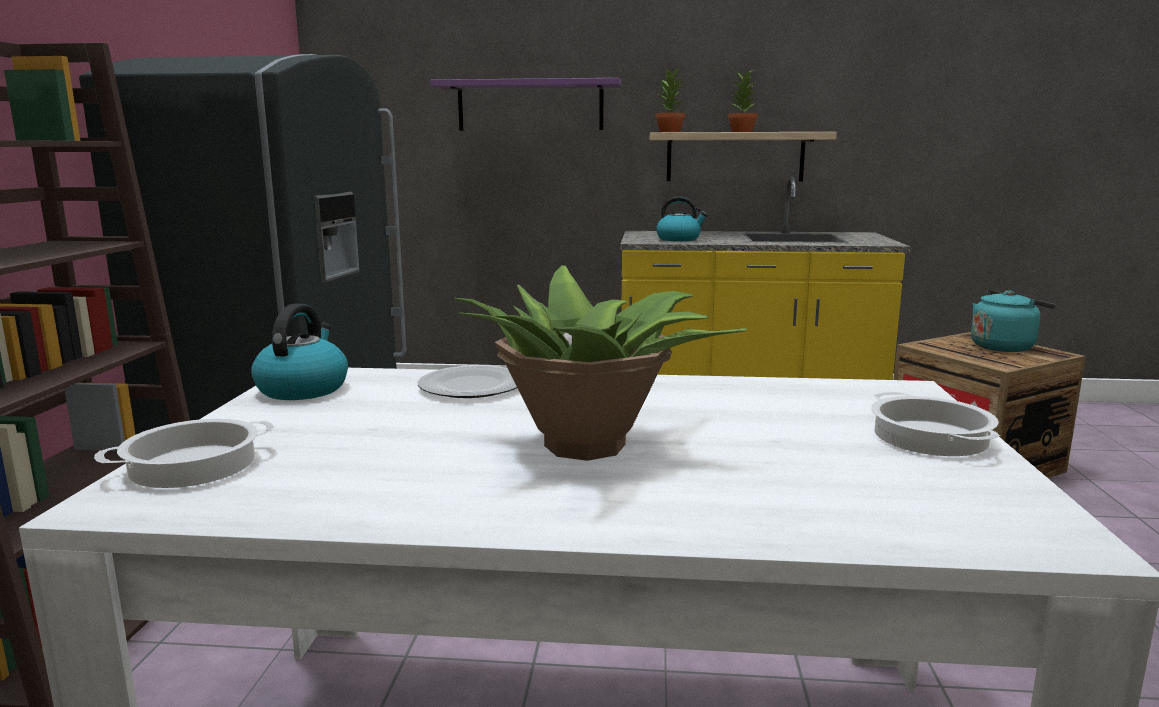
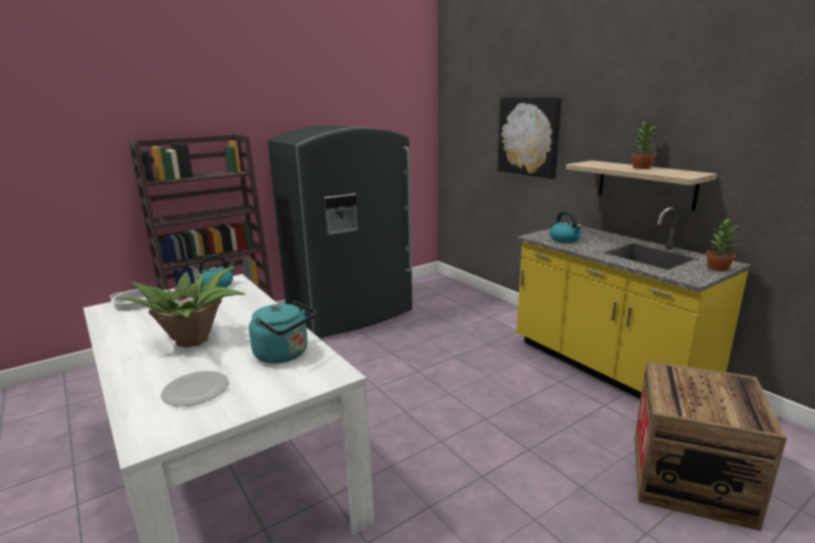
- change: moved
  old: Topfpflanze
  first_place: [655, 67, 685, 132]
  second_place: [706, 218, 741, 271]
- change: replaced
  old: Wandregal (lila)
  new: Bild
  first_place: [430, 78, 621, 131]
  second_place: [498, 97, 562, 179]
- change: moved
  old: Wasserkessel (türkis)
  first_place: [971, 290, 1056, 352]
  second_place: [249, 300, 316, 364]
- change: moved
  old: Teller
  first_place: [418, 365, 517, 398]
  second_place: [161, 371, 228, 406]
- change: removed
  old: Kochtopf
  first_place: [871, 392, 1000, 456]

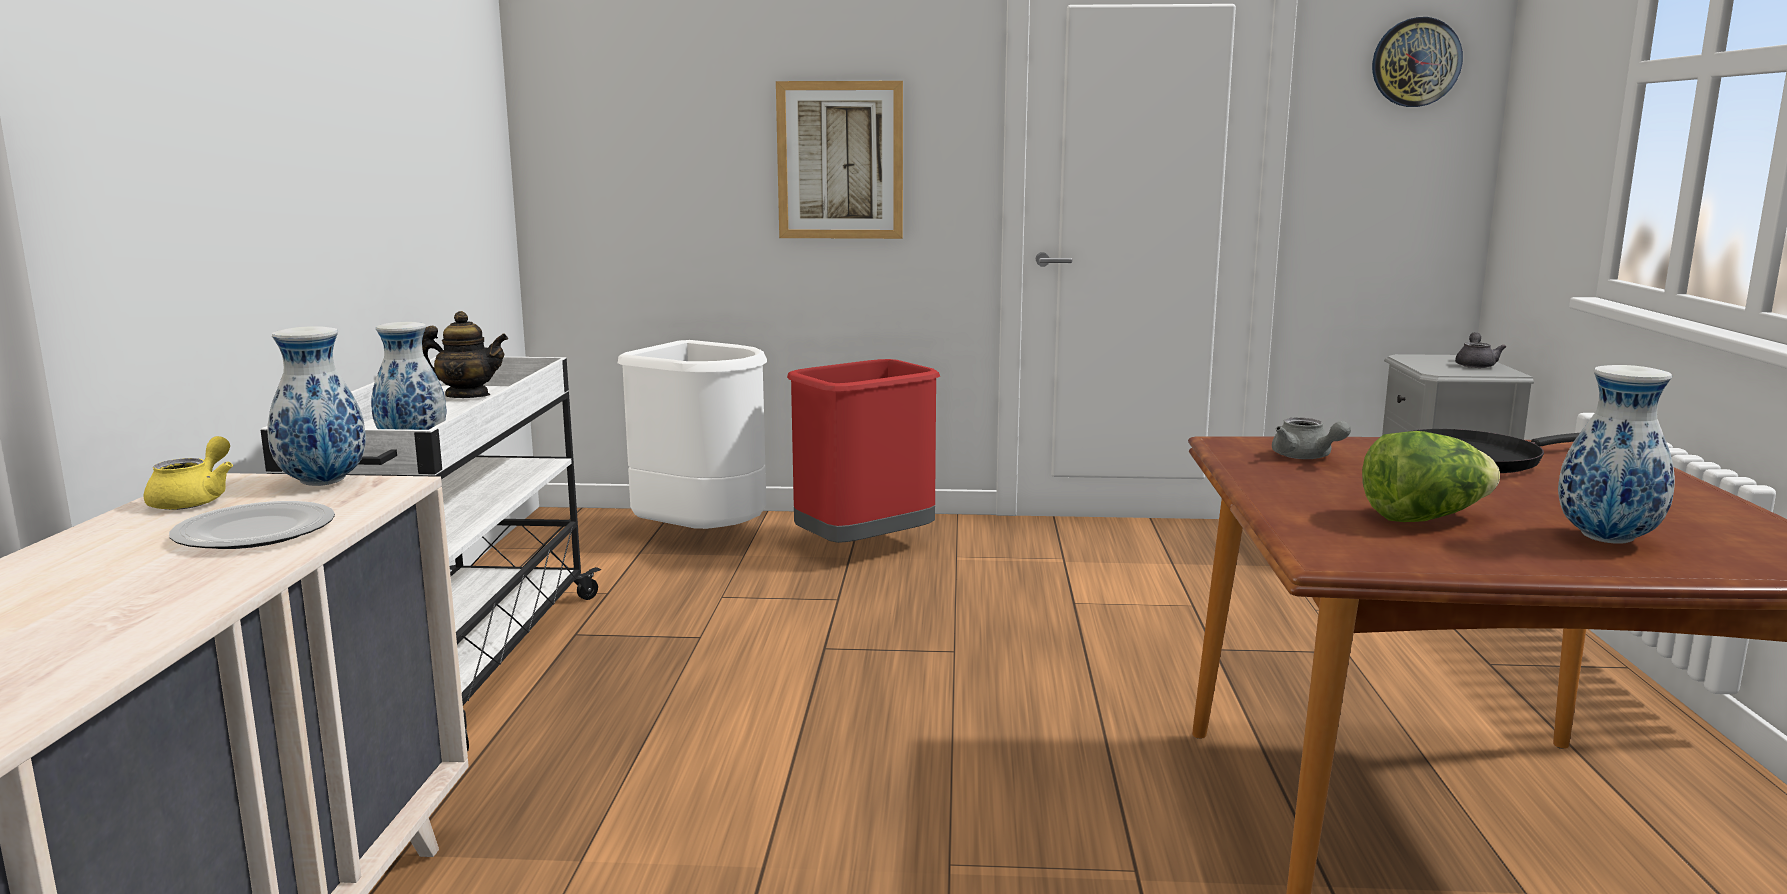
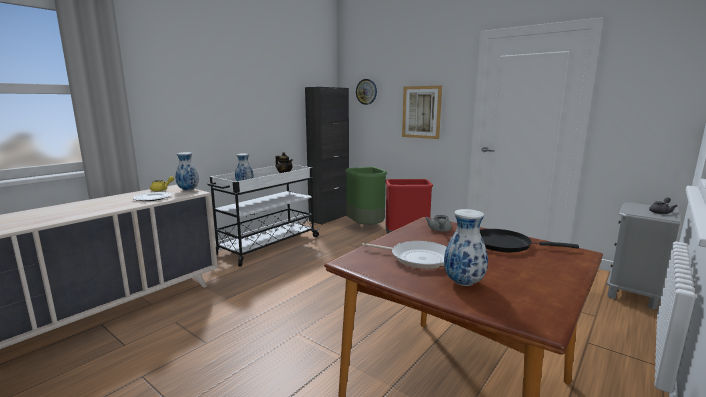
- change: moved
  old: Wanduhr
  first_place: [1372, 17, 1463, 107]
  second_place: [356, 79, 377, 105]
- change: recoloured
  old: Mülleimer (weiß)
  new: Mülleimer (grün)
  first_place: [618, 340, 767, 529]
  second_place: [345, 166, 387, 225]
- change: replaced
  old: Salatkopf
  new: Pfanne
  first_place: [1362, 431, 1500, 522]
  second_place: [362, 241, 447, 269]
- change: added
  new: Schrank (schwarz)
  second_place: [305, 87, 349, 225]

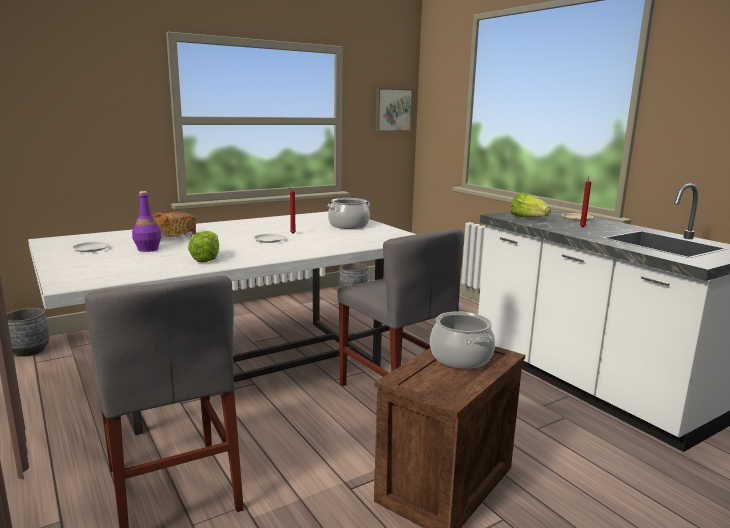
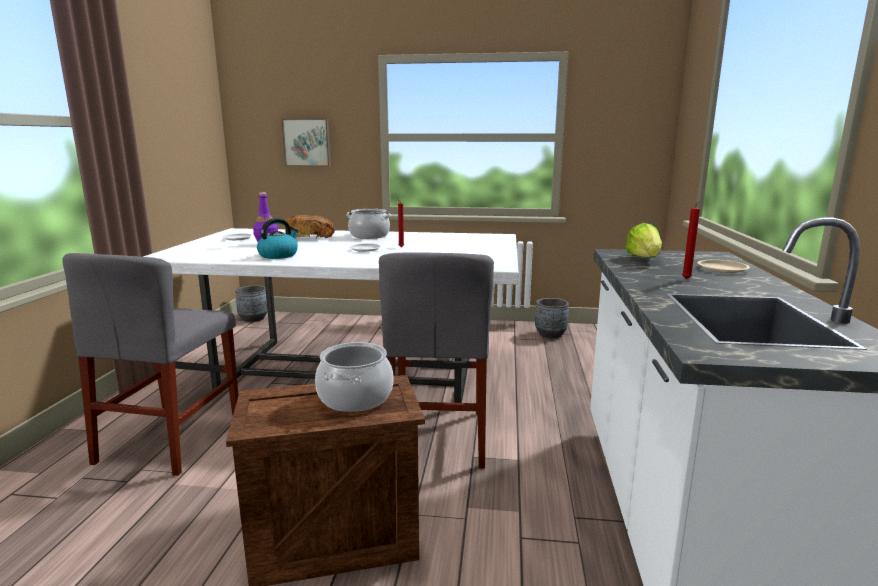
- change: moved
  old: Bild
  first_place: [375, 88, 413, 131]
  second_place: [282, 119, 331, 166]
- change: moved
  old: Kochtopf
  first_place: [327, 198, 370, 229]
  second_place: [346, 209, 392, 239]
- change: replaced
  old: Salatkopf
  new: Wasserkessel
  first_place: [188, 231, 219, 263]
  second_place: [257, 218, 299, 259]

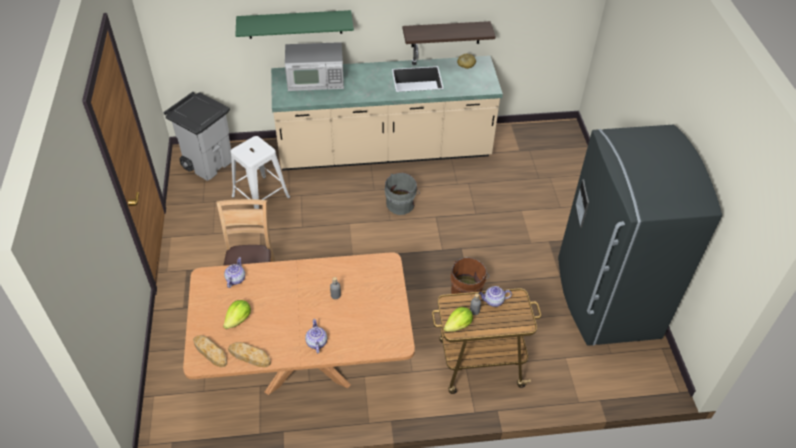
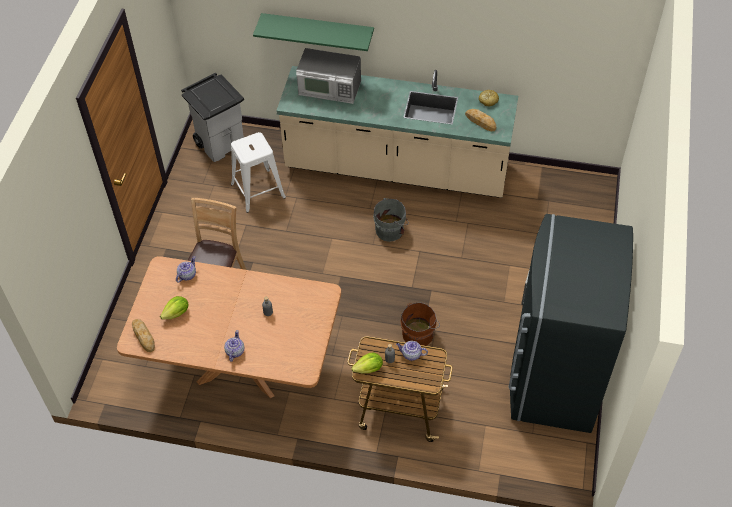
- change: removed
  old: Wandregal
  first_place: [403, 21, 496, 47]
- change: moved
  old: Brot
  first_place: [228, 342, 271, 367]
  second_place: [465, 109, 496, 131]

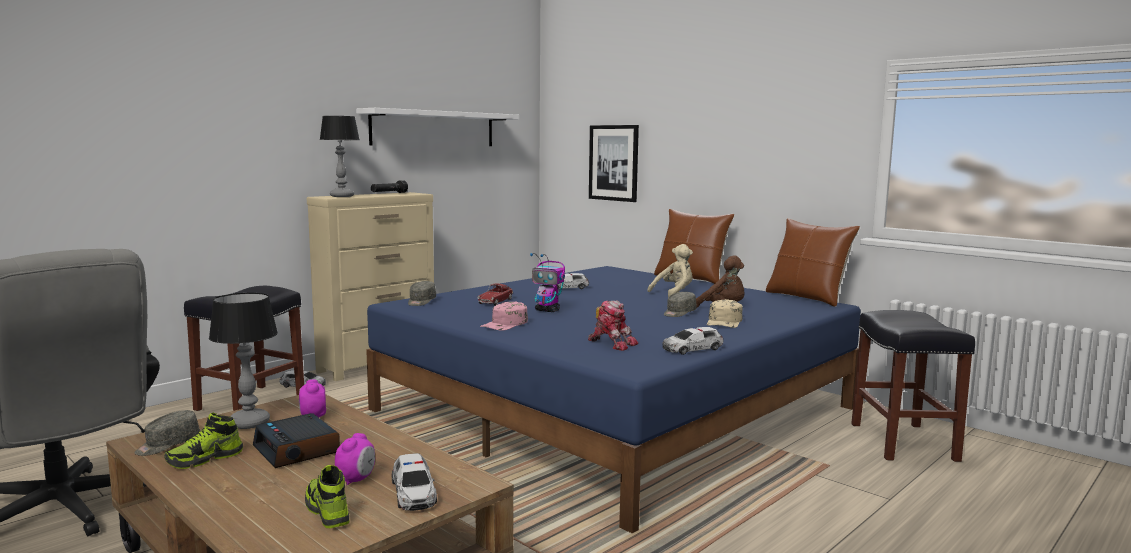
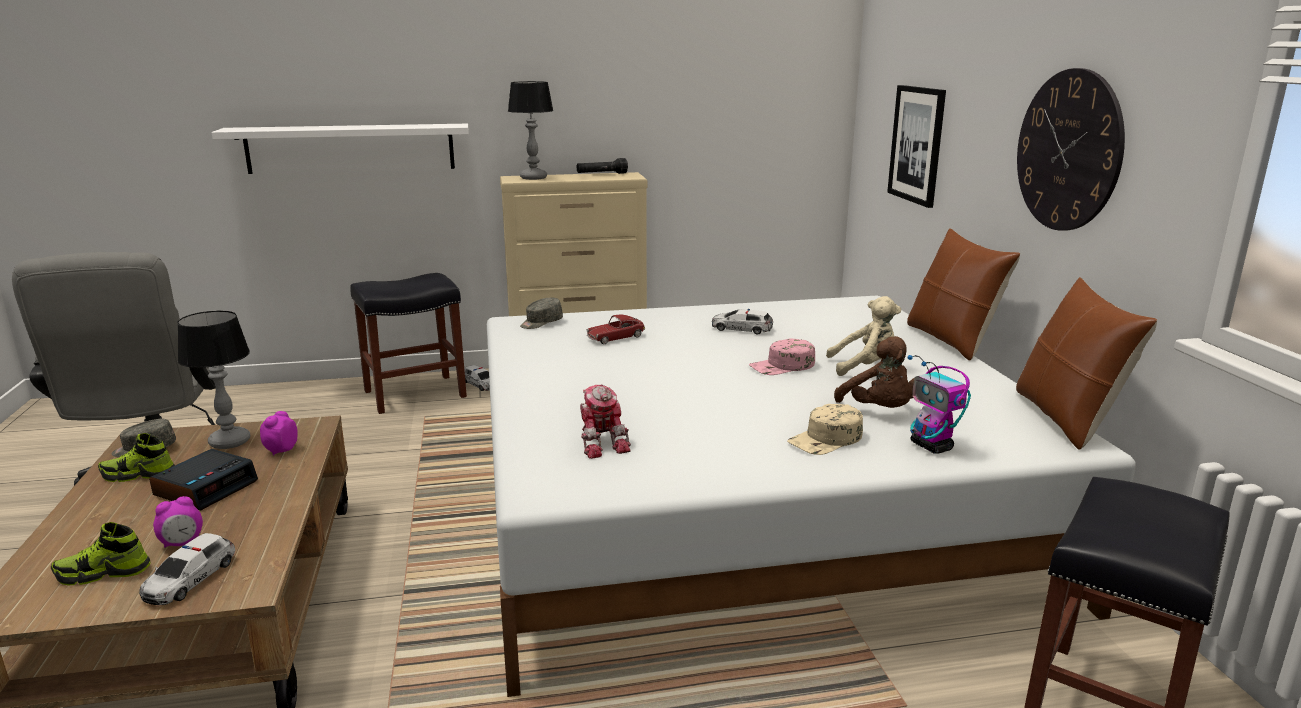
- change: moved
  old: Wandregal (weiß)
  first_place: [356, 108, 519, 146]
  second_place: [211, 124, 469, 174]
- change: moved
  old: Spielzeugroboter
  first_place: [530, 253, 565, 312]
  second_place: [908, 355, 971, 454]
- change: recoloured
  old: Bett (blau)
  new: Bett (weiß)
  first_place: [366, 266, 861, 534]
  second_place: [487, 296, 1136, 697]
- change: removed
  old: Kappe (grau)
  first_place: [664, 292, 697, 317]
- change: moved
  old: Kappe (rosa)
  first_place: [480, 302, 528, 331]
  second_place: [749, 339, 815, 375]
- change: removed
  old: Spielzeugauto
  first_place: [662, 327, 723, 355]
- change: turned
  old: Wecker
  first_place: [253, 413, 340, 468]
  second_place: [149, 449, 258, 511]
  degrees: -150
- change: turned
  old: Schuh
  first_place: [305, 465, 349, 528]
  second_place: [51, 522, 150, 585]
  degrees: -105
- change: added
  new: Wanduhr
  second_place: [1017, 68, 1125, 231]

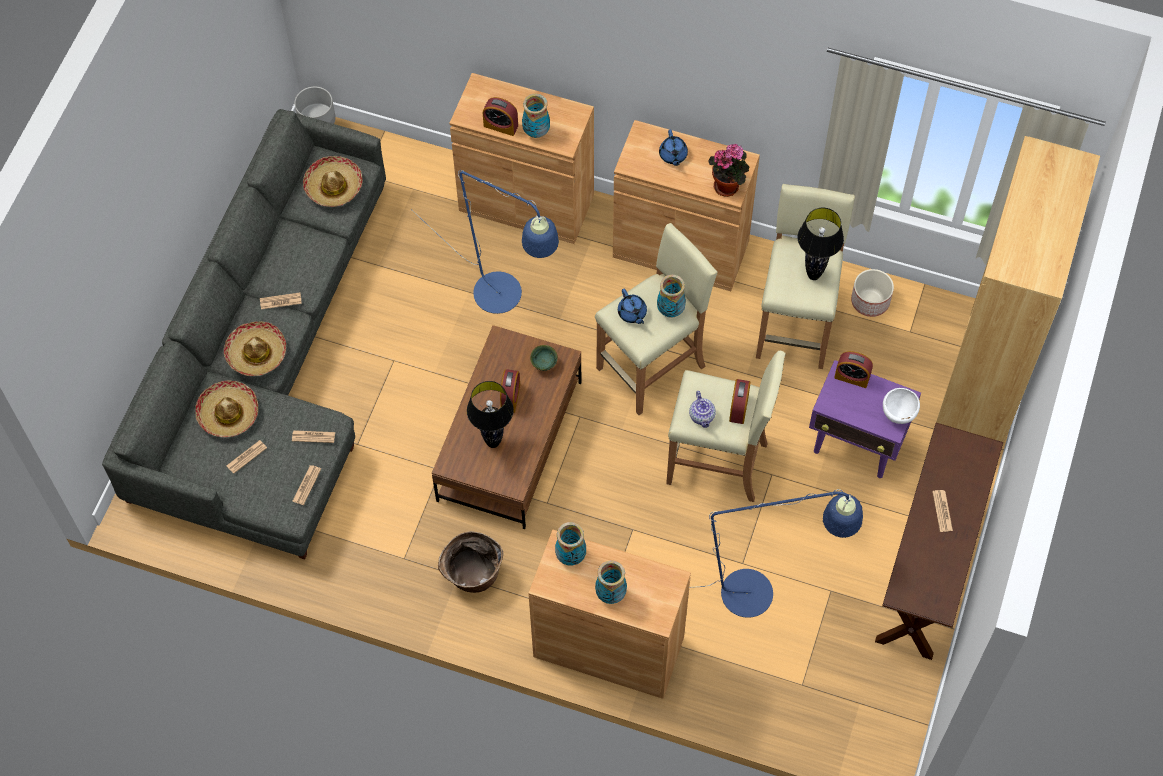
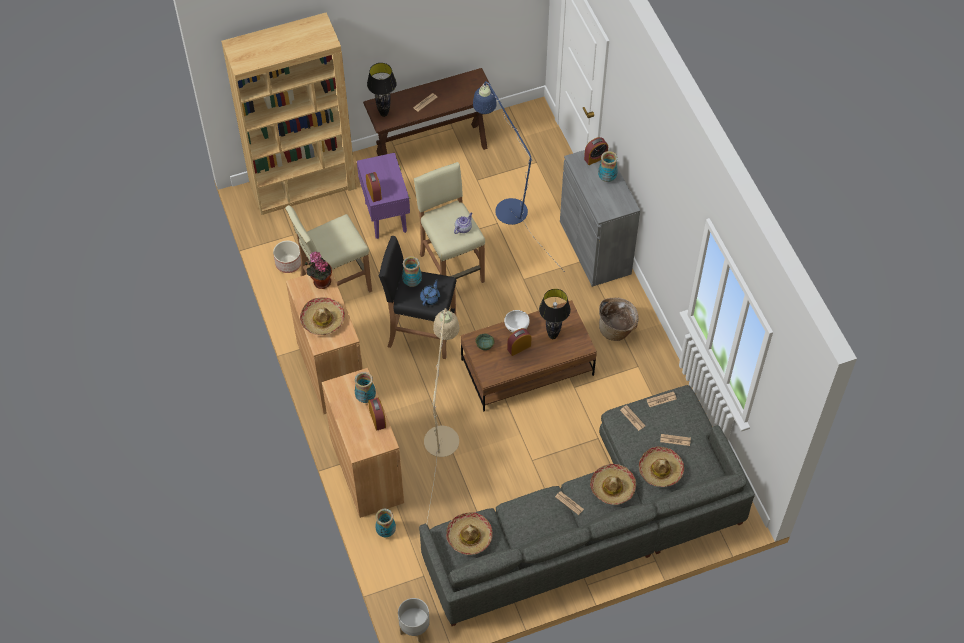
- change: replaced
  old: Teekanne (blau)
  new: Hut
  first_place: [659, 129, 688, 166]
  second_place: [300, 297, 345, 335]
- change: recoloured
  old: Stehlampe (blau)
  new: Stehlampe (beige)
  first_place: [411, 170, 559, 314]
  second_place: [424, 308, 459, 521]
- change: moved
  old: Tischlampe (schwarz)
  first_place: [798, 208, 844, 280]
  second_place: [367, 63, 397, 117]
- change: recoloured
  old: Hocker (beige)
  new: Hocker (schwarz)
  first_place: [595, 223, 718, 415]
  second_place: [379, 236, 456, 359]
- change: moved
  old: Wecker
  first_place: [729, 379, 751, 424]
  second_place: [584, 137, 608, 165]
- change: moved
  old: Schüssel (weiß)
  first_place: [883, 388, 920, 424]
  second_place: [504, 310, 530, 333]
- change: moved
  old: Vase
  first_place: [555, 522, 586, 565]
  second_place: [375, 509, 396, 537]
- change: recoloured
  old: Schrank (braun)
  new: Schrank (grau)
  first_place: [528, 530, 691, 699]
  second_place: [560, 150, 640, 287]

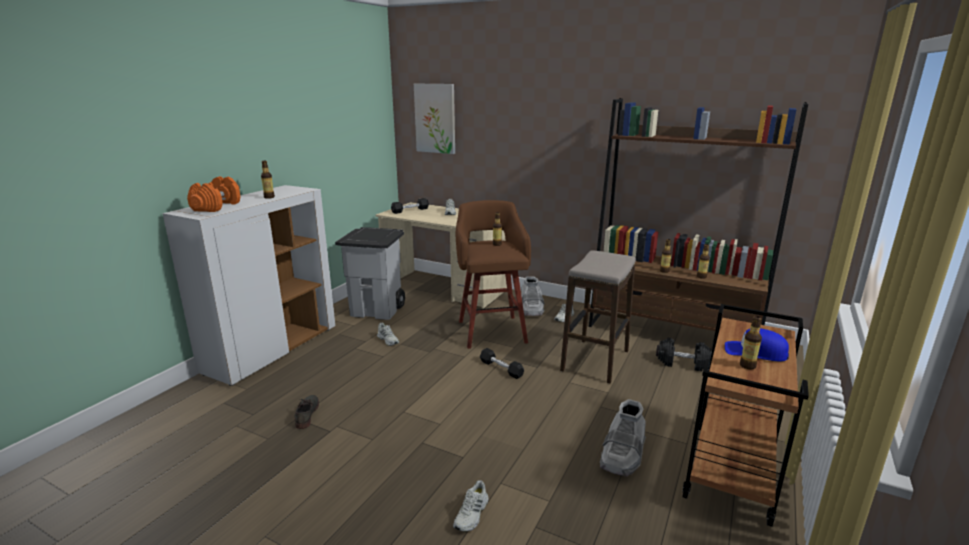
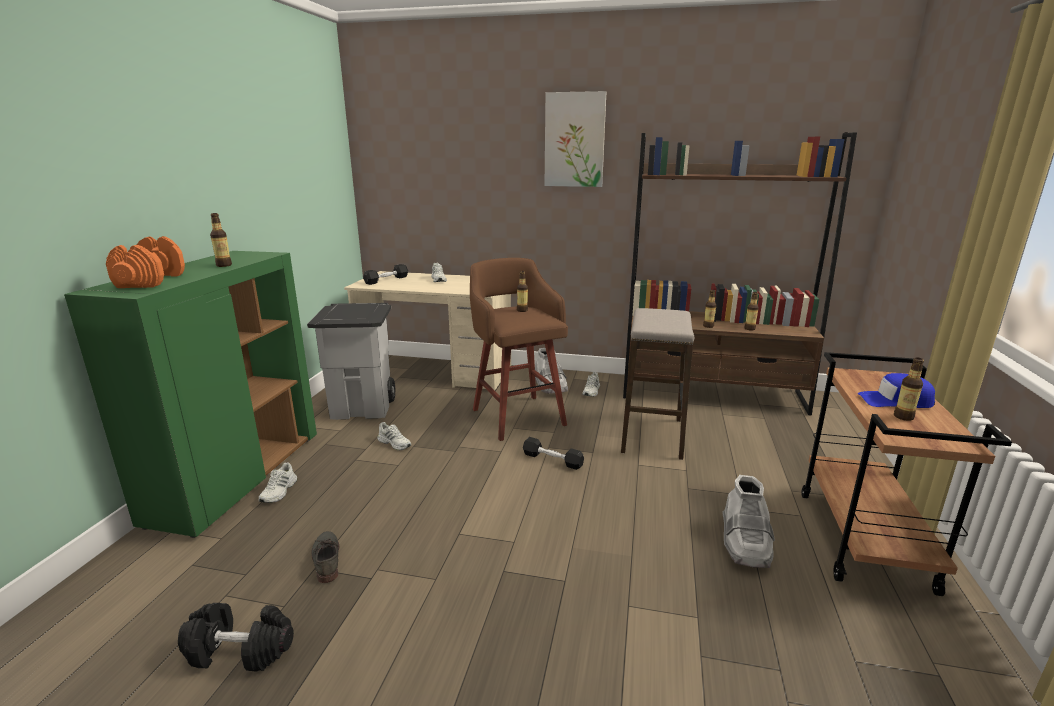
- change: moved
  old: Bild
  first_place: [414, 84, 455, 154]
  second_place: [545, 91, 606, 187]
- change: recoloured
  old: Schrank (weiß)
  new: Schrank (grün)
  first_place: [162, 185, 335, 386]
  second_place: [64, 251, 317, 538]
- change: moved
  old: Hantel (schwarz)
  first_place: [656, 338, 712, 371]
  second_place: [178, 603, 294, 672]
- change: moved
  old: Schuh (weiß)
  first_place: [453, 480, 489, 532]
  second_place: [259, 462, 297, 503]

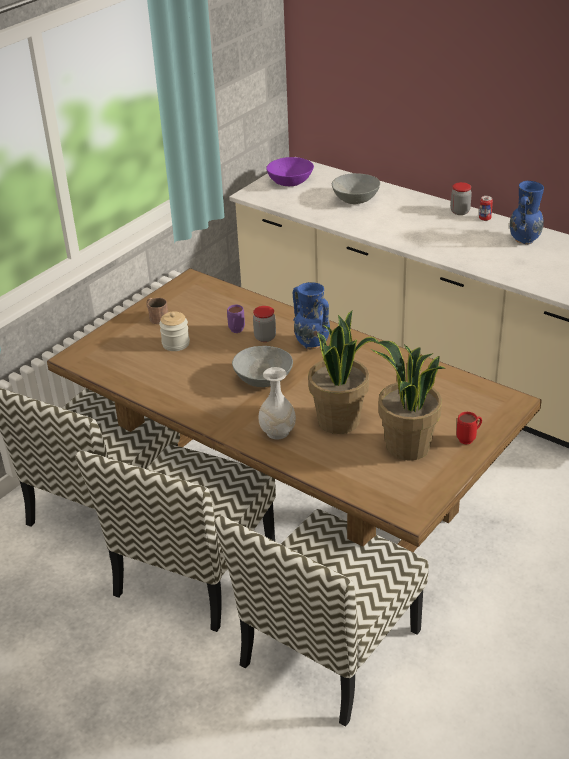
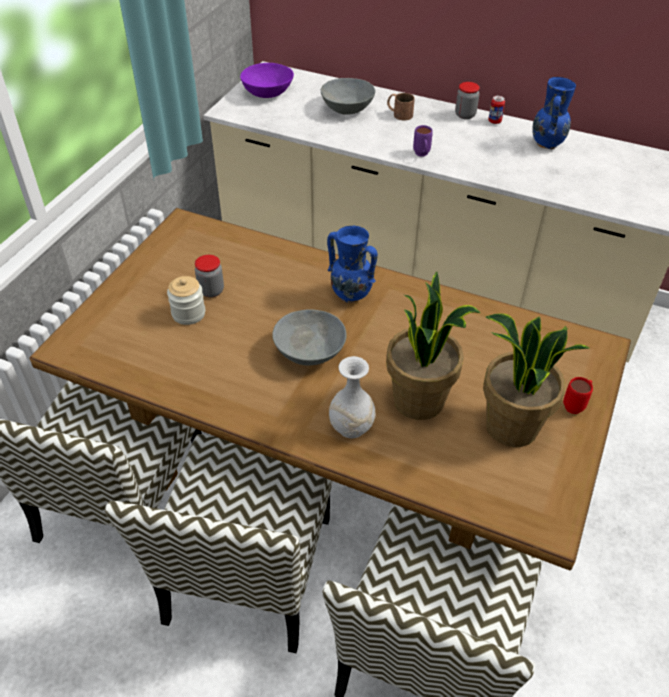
- change: moved
  old: Henkelbecher (braun)
  first_place: [146, 298, 168, 324]
  second_place: [387, 93, 415, 120]
- change: moved
  old: Henkelbecher (lila)
  first_place: [227, 305, 245, 333]
  second_place: [413, 125, 433, 157]
- change: moved
  old: Vorratsglas
  first_place: [253, 306, 276, 342]
  second_place: [195, 255, 224, 297]

